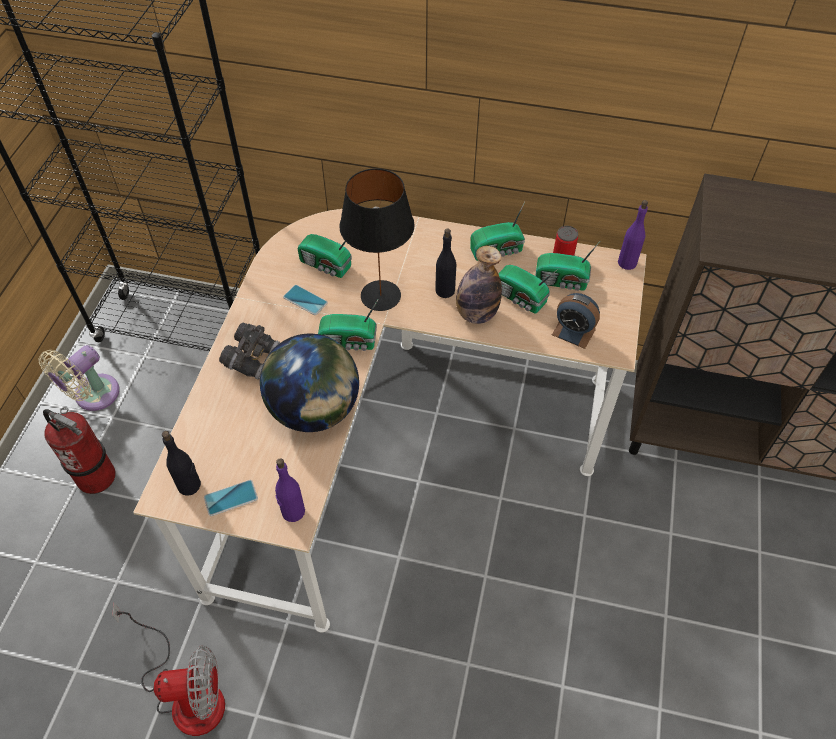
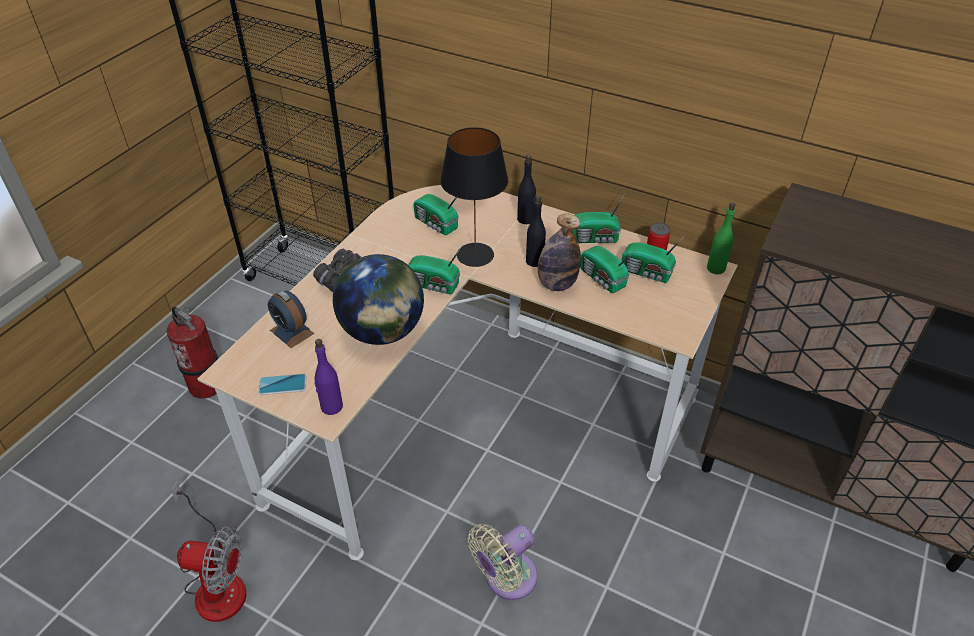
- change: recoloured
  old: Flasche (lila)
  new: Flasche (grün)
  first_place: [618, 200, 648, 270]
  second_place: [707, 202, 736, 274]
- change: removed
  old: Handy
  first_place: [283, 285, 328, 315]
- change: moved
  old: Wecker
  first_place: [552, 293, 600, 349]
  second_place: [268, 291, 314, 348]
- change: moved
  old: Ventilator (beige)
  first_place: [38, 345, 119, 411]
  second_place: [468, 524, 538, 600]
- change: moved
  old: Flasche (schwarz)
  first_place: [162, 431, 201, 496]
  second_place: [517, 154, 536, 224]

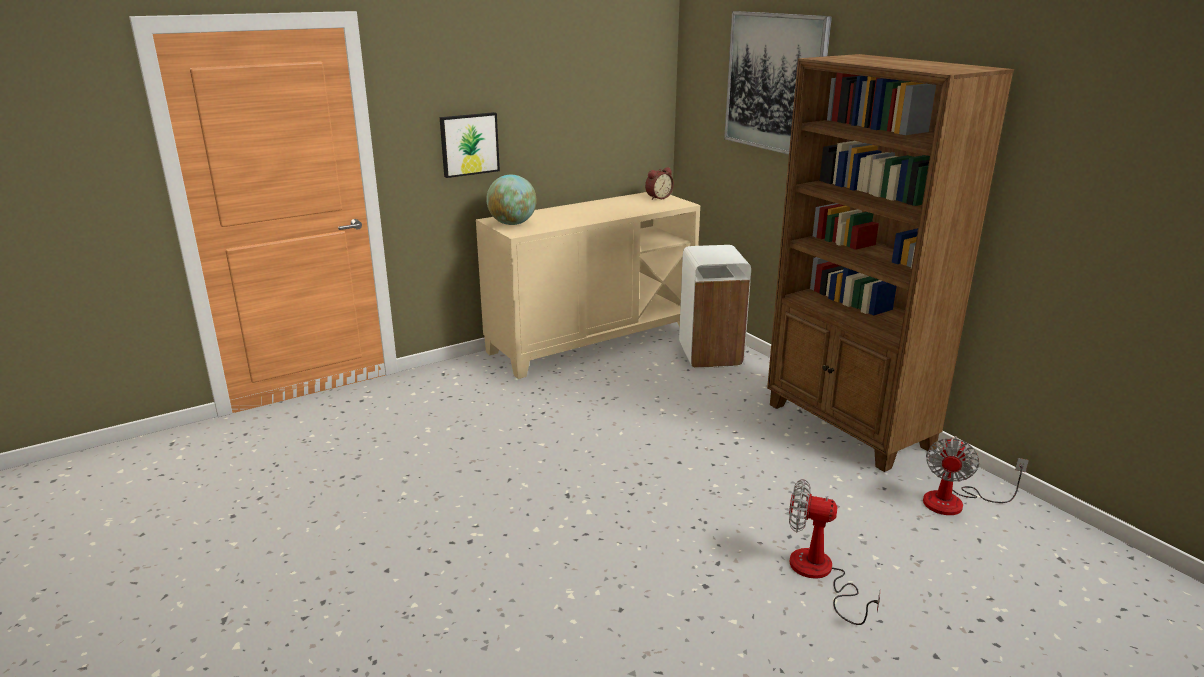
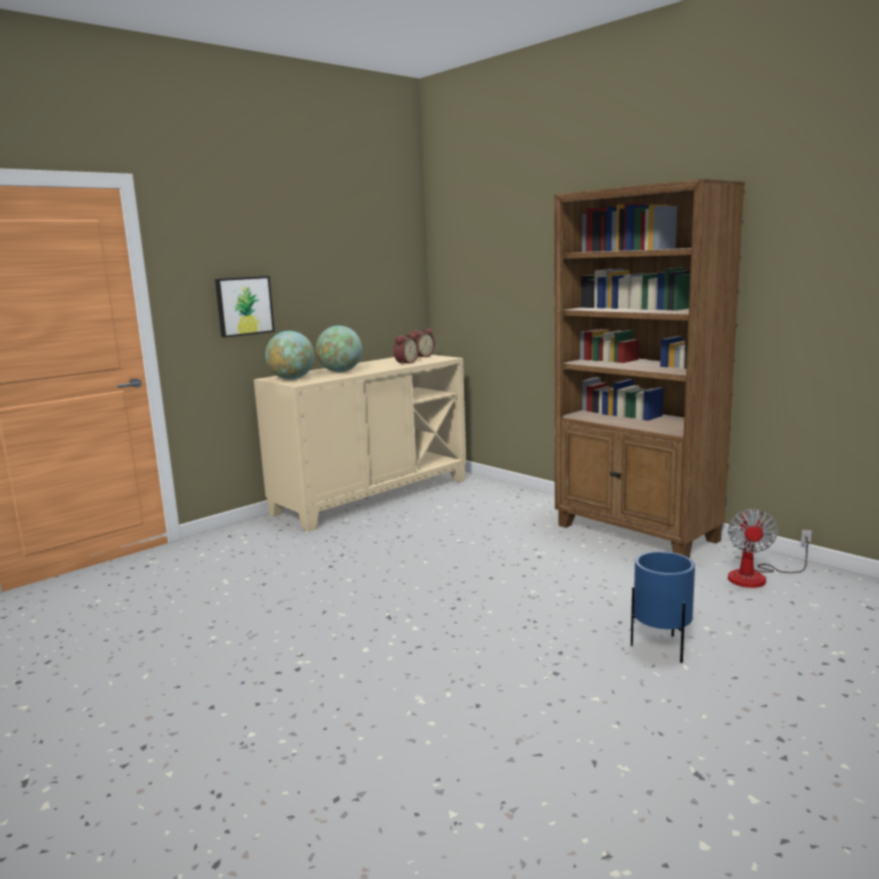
- change: removed
  old: Bild
  first_place: [724, 11, 832, 155]
- change: removed
  old: Mülleimer (weiß)
  first_place: [679, 245, 751, 368]
- change: replaced
  old: Ventilator
  new: Pflanzkübel (blau)
  first_place: [789, 479, 880, 625]
  second_place: [631, 551, 695, 663]
- change: added
  new: Globus
  second_place: [316, 326, 362, 372]
- change: added
  new: Wecker
  second_place: [393, 333, 419, 365]

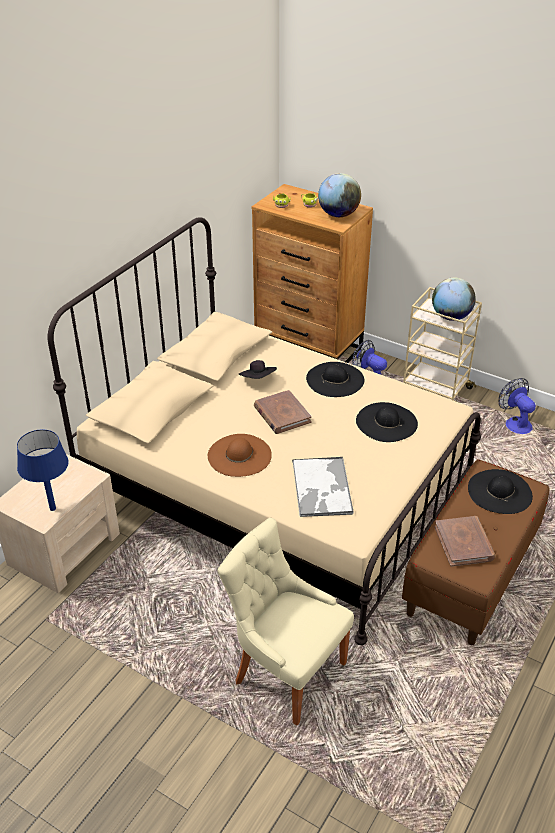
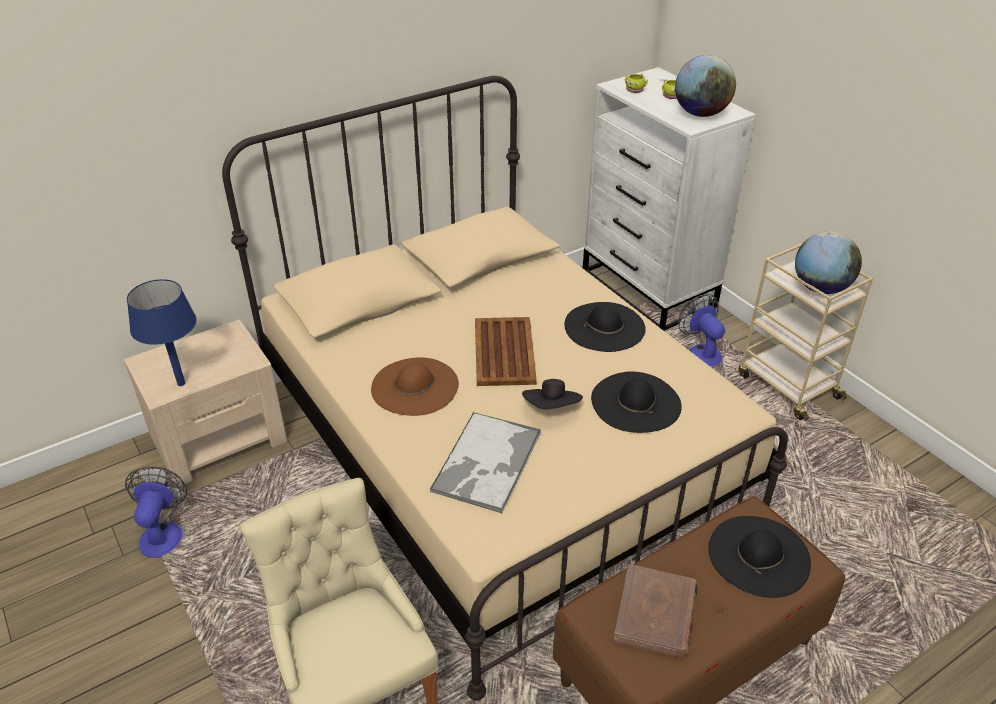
- change: recoloured
  old: Kommode (braun)
  new: Kommode (weiß)
  first_place: [252, 184, 373, 363]
  second_place: [583, 67, 756, 331]
- change: moved
  old: Hut (schwarz)
  first_place: [238, 360, 277, 379]
  second_place: [522, 379, 583, 409]
- change: moved
  old: Ventilator
  first_place: [499, 378, 536, 434]
  second_place: [125, 466, 187, 558]
- change: replaced
  old: Buch (braun)
  new: Tablett (braun)
  first_place: [254, 390, 312, 434]
  second_place: [475, 317, 537, 386]

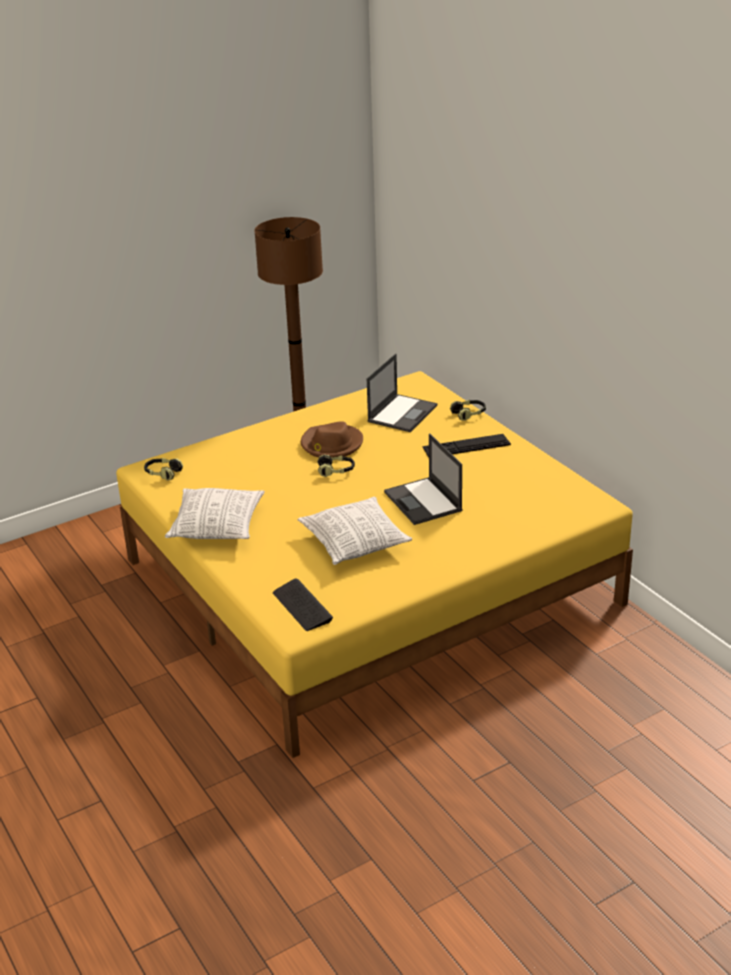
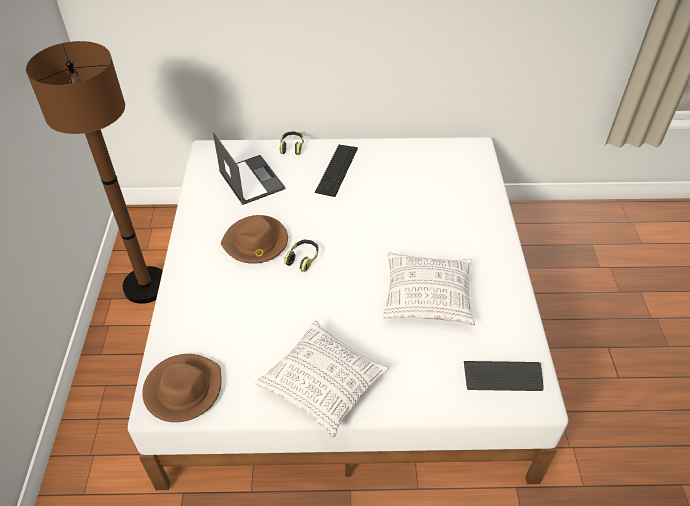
- change: recoloured
  old: Bett (gelb)
  new: Bett (weiß)
  first_place: [116, 371, 633, 758]
  second_place: [128, 137, 568, 490]
- change: removed
  old: Laptop
  first_place: [384, 433, 462, 525]
- change: replaced
  old: Kopfhörer
  new: Hut (braun)
  first_place: [144, 458, 183, 480]
  second_place: [142, 354, 222, 422]

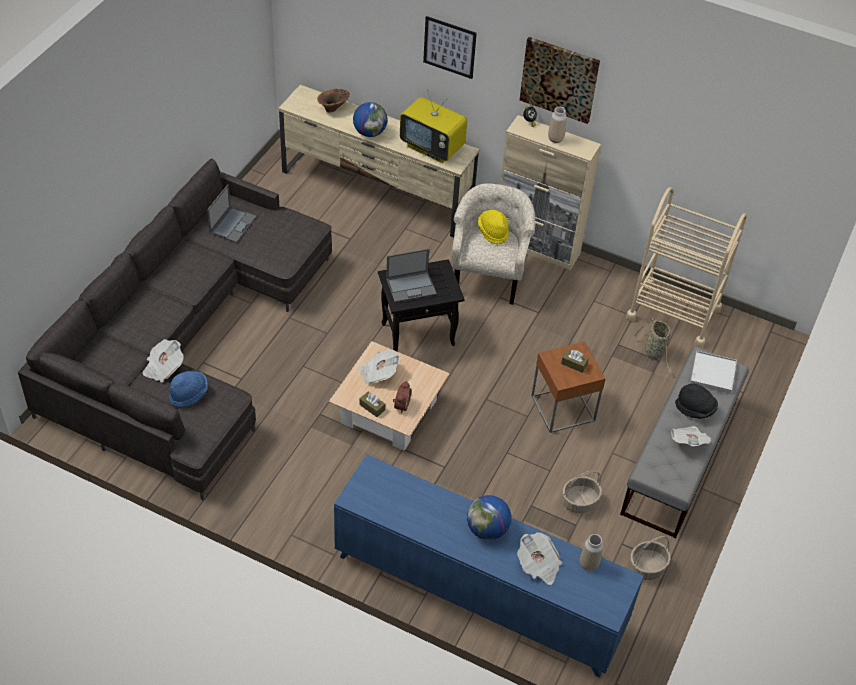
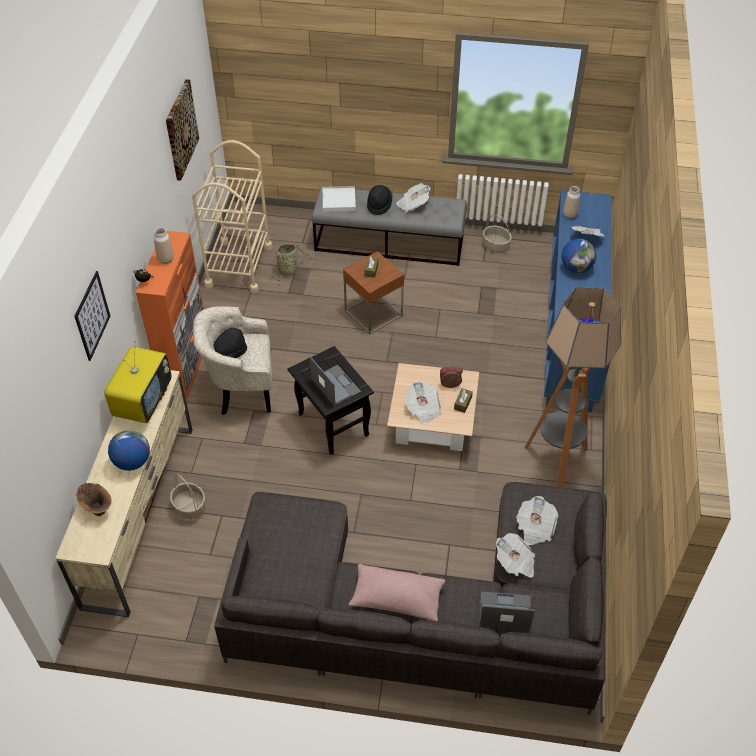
- change: moved
  old: Bild
  first_place: [520, 37, 600, 124]
  second_place: [166, 79, 199, 181]
- change: recoloured
  old: Schrank (beige)
  new: Schrank (orange)
  first_place: [500, 115, 601, 270]
  second_place: [136, 231, 204, 399]
- change: moved
  old: Laptop
  first_place: [207, 184, 257, 243]
  second_place: [480, 591, 535, 630]
- change: recoloured
  old: Hut (gelb)
  new: Hut (schwarz)
  first_place: [478, 210, 509, 244]
  second_place: [214, 328, 247, 358]
- change: replaced
  old: Hut (blau)
  new: Zeitung
  first_place: [169, 371, 208, 408]
  second_place: [516, 496, 558, 545]
- change: moved
  old: Korb
  first_place: [562, 470, 602, 513]
  second_place: [170, 474, 206, 519]
- change: added
  new: Stehlampe
  second_place: [524, 287, 621, 487]
- change: added
  new: Kissen (rosa)
  second_place: [348, 564, 445, 621]

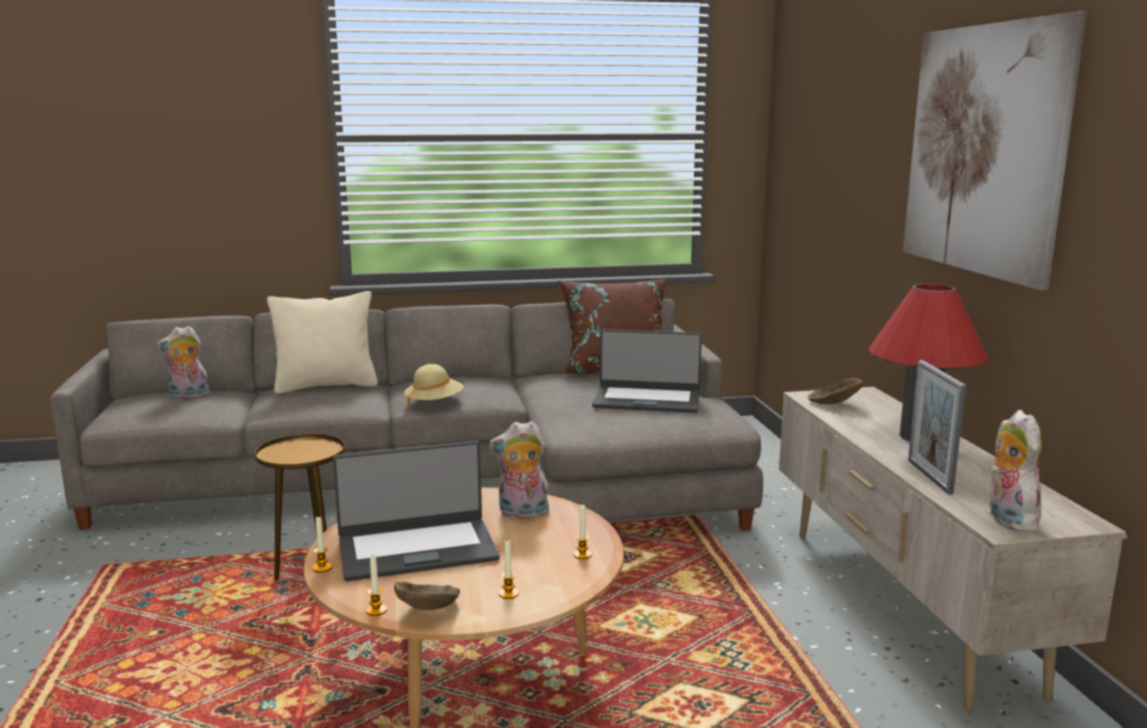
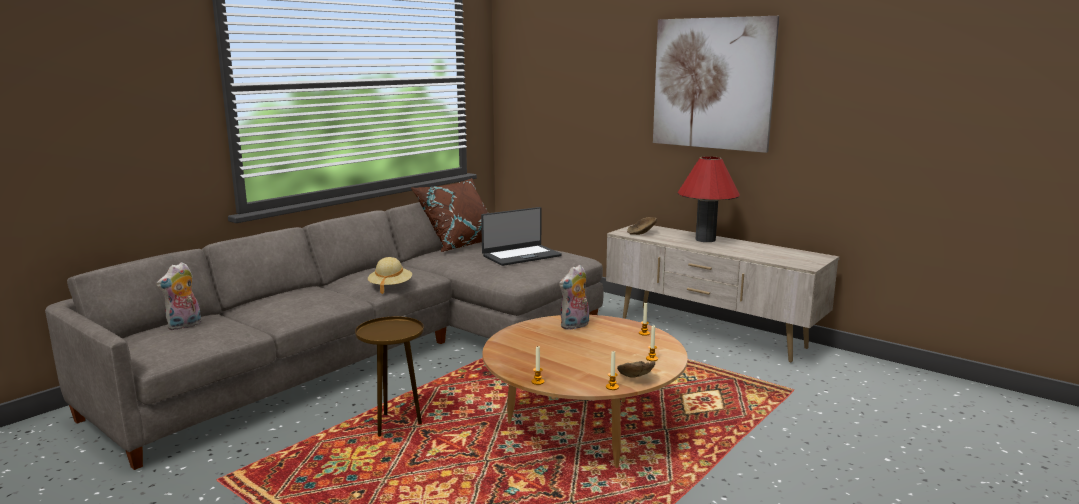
- change: removed
  old: Kissen (beige)
  first_place: [267, 291, 378, 394]
- change: removed
  old: Bilderrahmen
  first_place: [908, 360, 966, 495]
- change: removed
  old: Plüschtier
  first_place: [989, 410, 1042, 533]
- change: removed
  old: Laptop
  first_place: [333, 441, 500, 581]

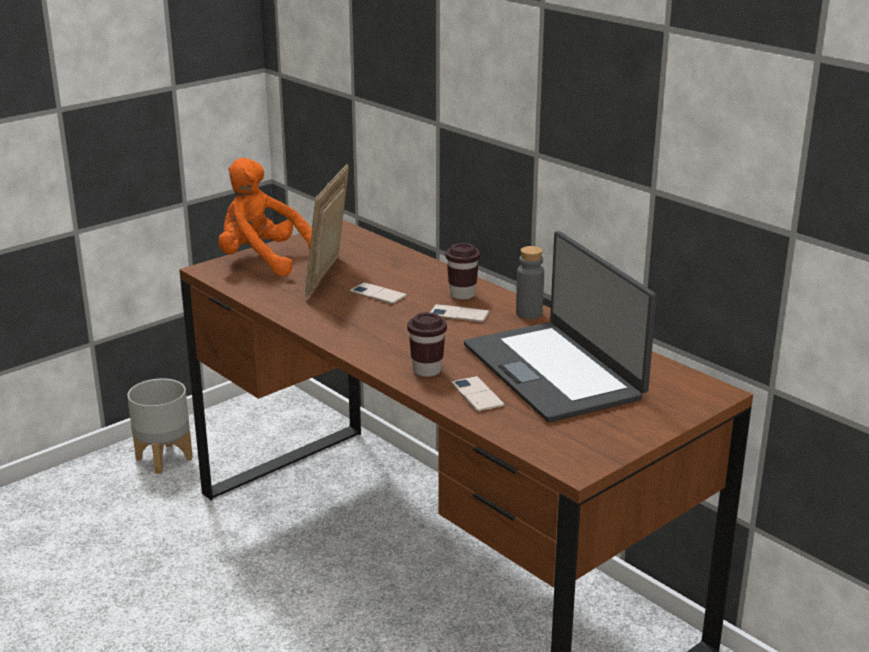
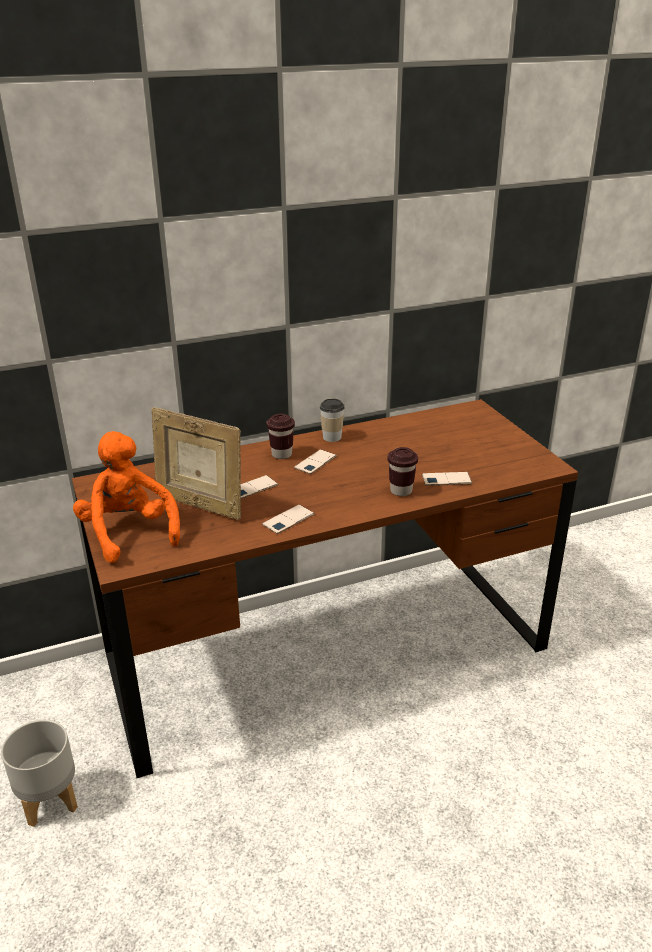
- change: turned
  old: Plüschtier (orange)
  first_place: [218, 158, 312, 276]
  second_place: [73, 431, 180, 563]
  degrees: 105
- change: removed
  old: Laptop
  first_place: [464, 231, 657, 422]
- change: replaced
  old: Flasche (grau)
  new: Tasse
  first_place: [516, 246, 544, 319]
  second_place: [320, 398, 345, 442]
- change: added
  new: Handy
  second_place: [262, 504, 315, 534]

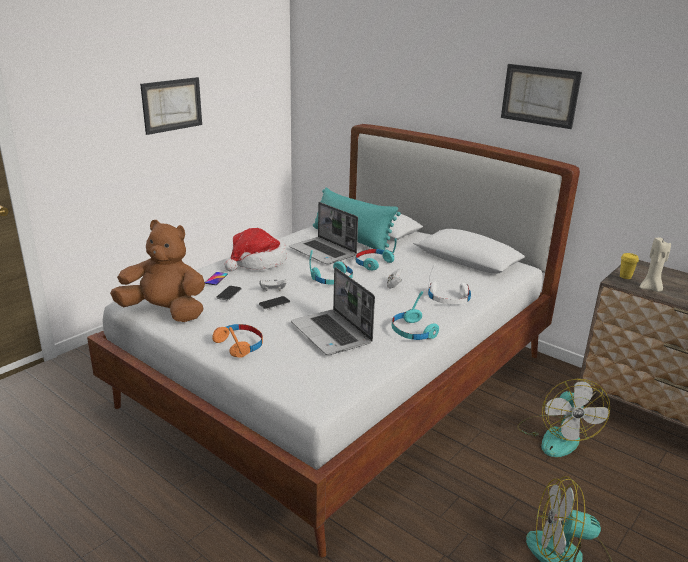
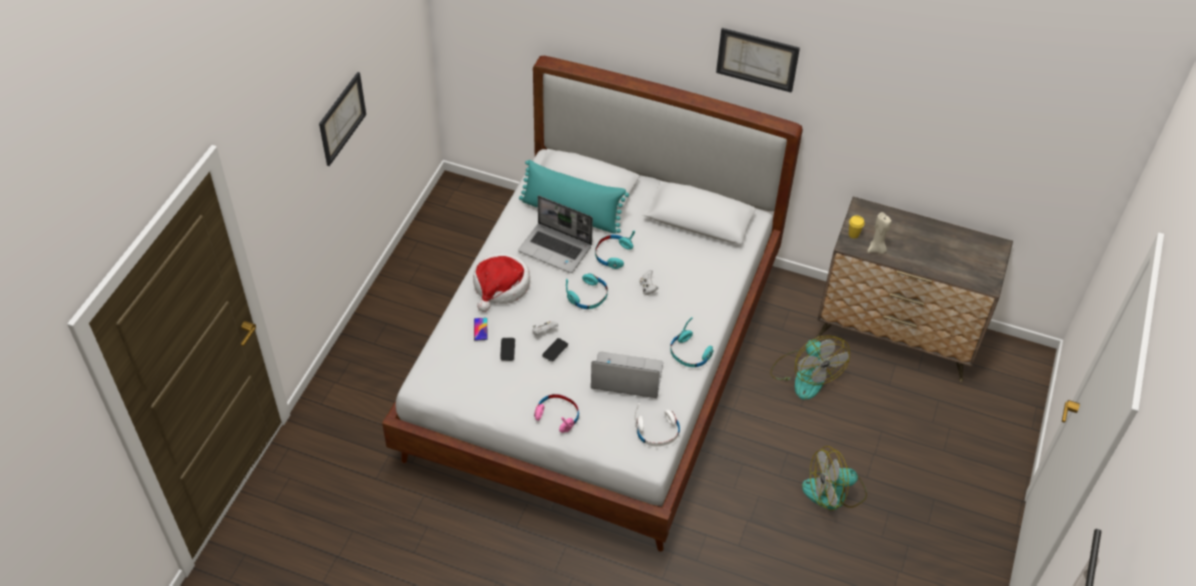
- change: removed
  old: Plüschtier (braun)
  first_place: [110, 220, 205, 322]
- change: moved
  old: Kopfhörer (weiß)
  first_place: [428, 263, 471, 304]
  second_place: [635, 403, 680, 446]
- change: turned
  old: Laptop
  first_place: [291, 267, 375, 355]
  second_place: [591, 351, 663, 398]
  degrees: 150
- change: recoloured
  old: Kopfhörer (orange)
  new: Kopfhörer (rosa)
  first_place: [212, 324, 263, 358]
  second_place: [534, 394, 579, 433]

